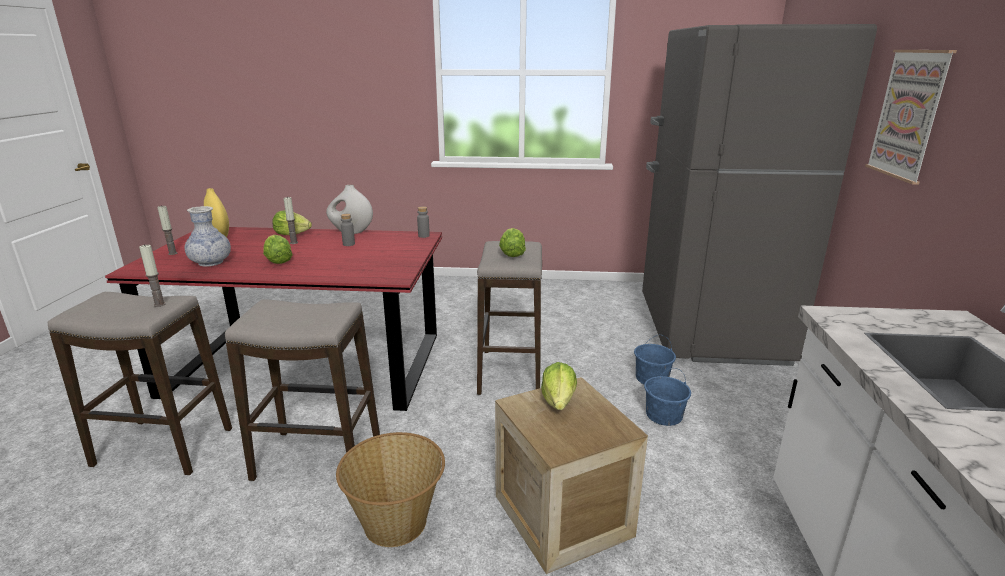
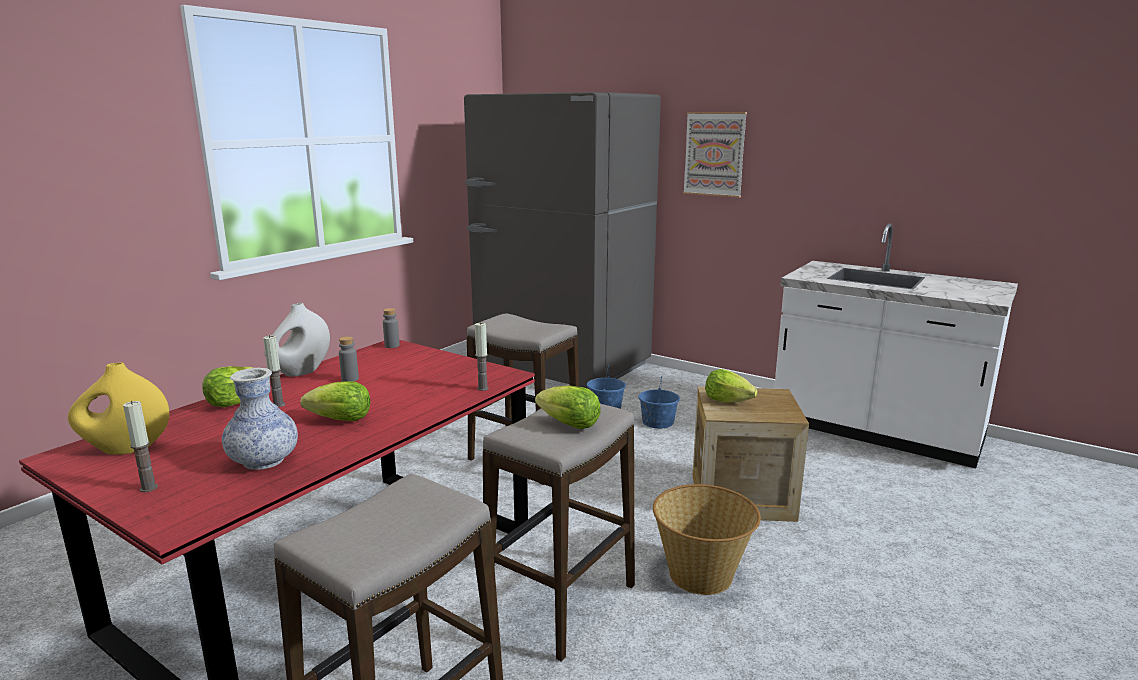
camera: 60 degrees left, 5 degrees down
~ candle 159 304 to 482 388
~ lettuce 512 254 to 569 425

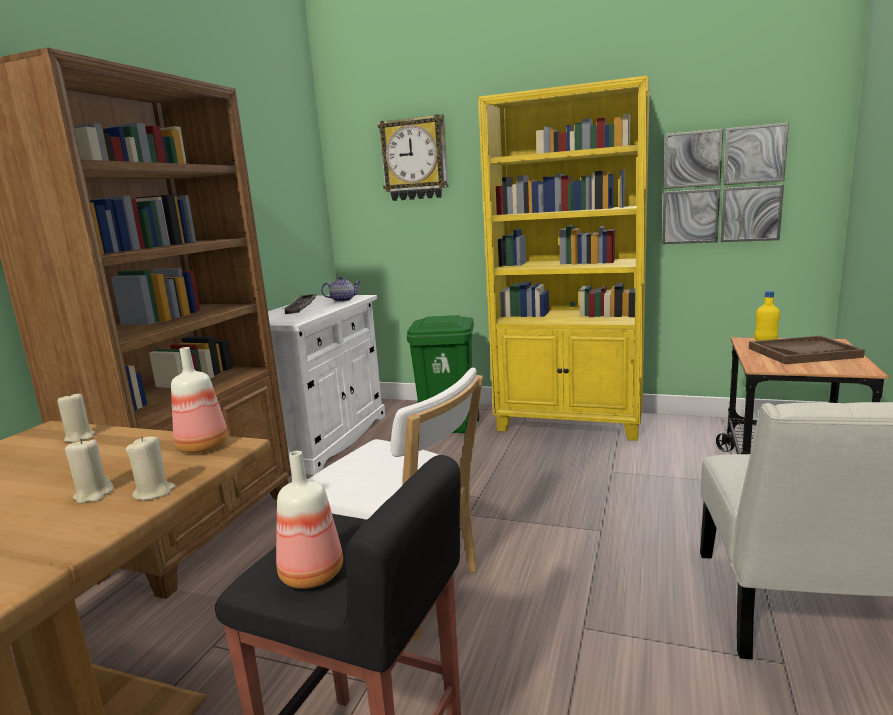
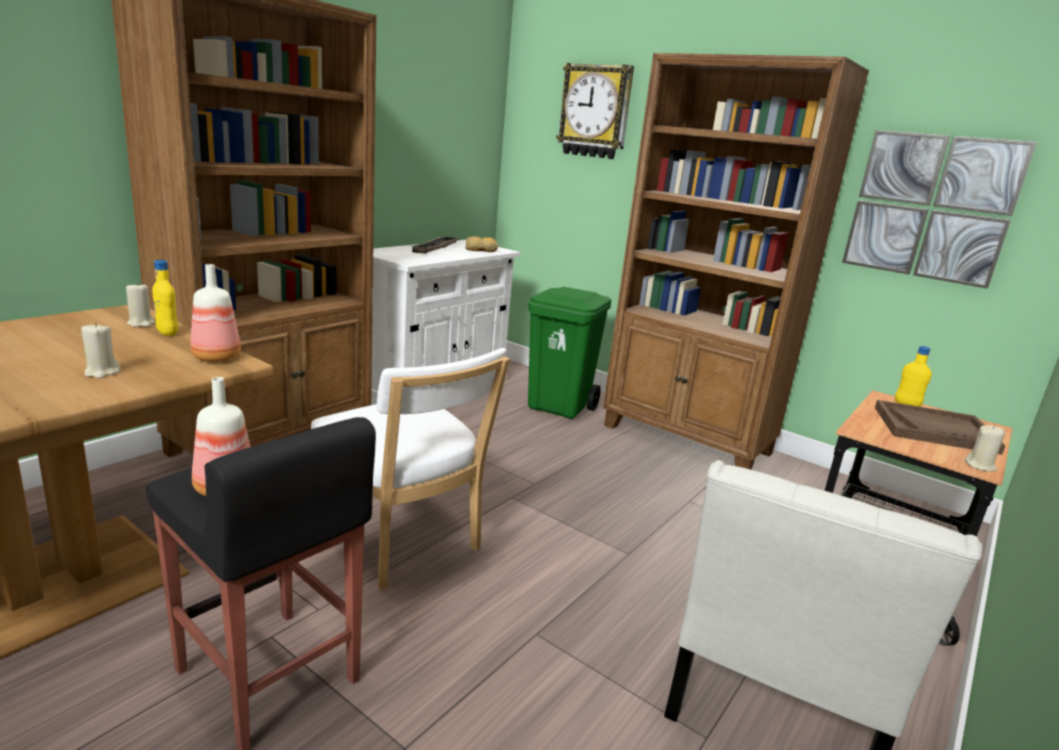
camera: 15 degrees right, 5 degrees up
~ candle (beige) 154 492 to 980 466
~ teapot 343 300 to bread 481 250
~ bookcase (yellow) 570 423 to bookcase (brown) 687 440
+ bottle (yellow) 167 333

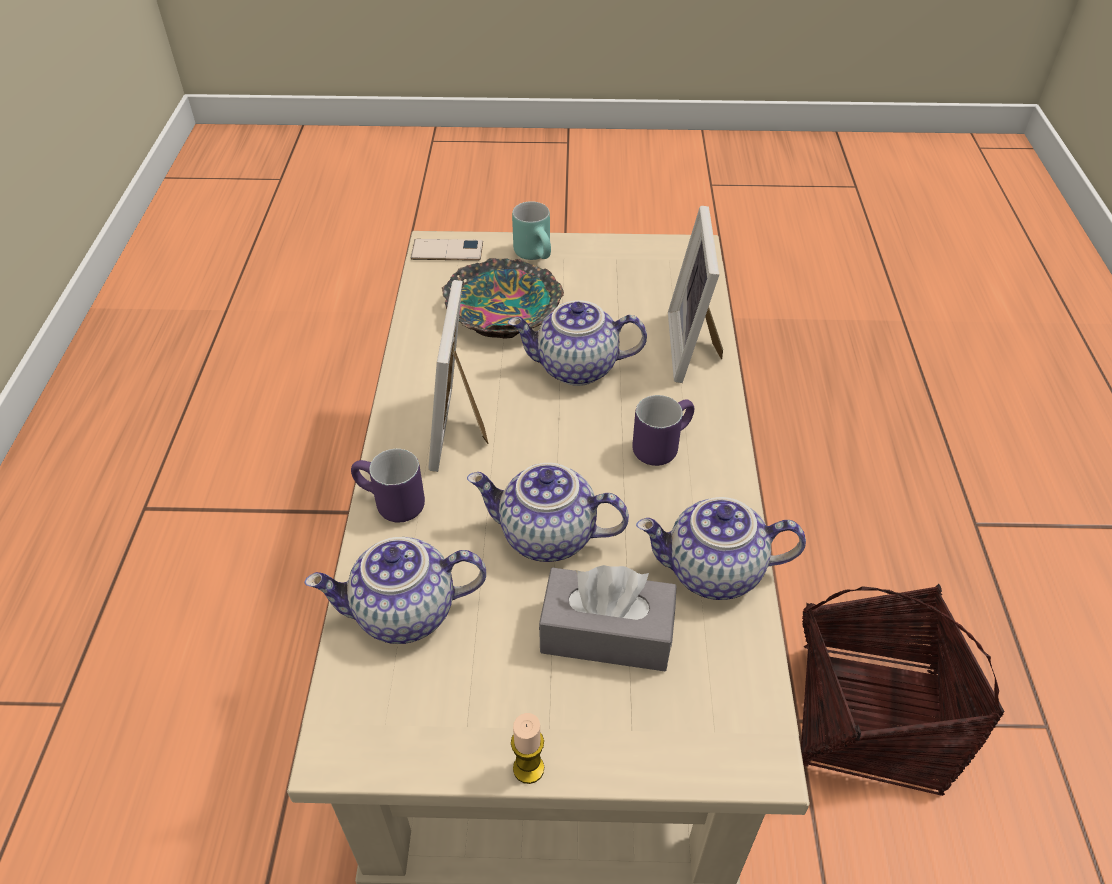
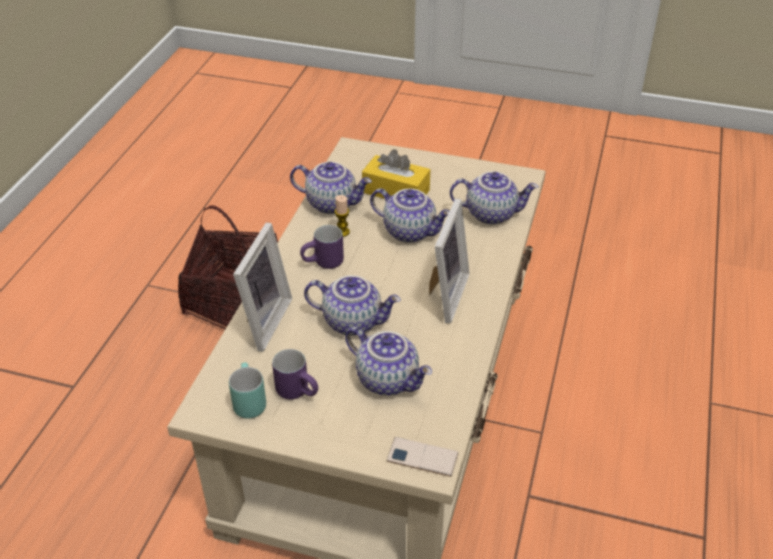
camera: 165 degrees left, 5 degrees down
~ mug (purple) 389 506 to 299 391
~ bowl 505 311 to teapot 389 379
~ candle 528 768 to 342 232
~ mug (turquoise) 538 255 to 246 402
~ tissue box (grey) 606 634 to tissue box (yellow) 396 191

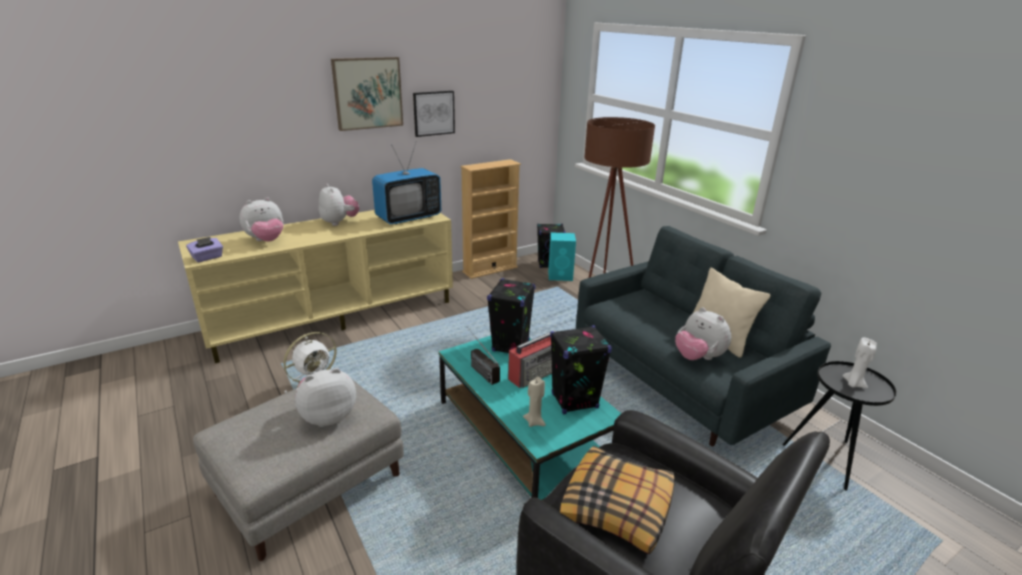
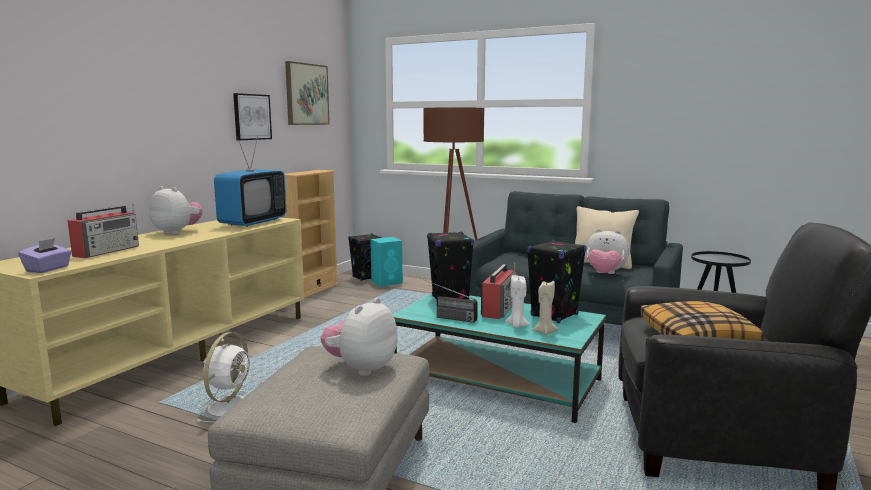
camera: 30 degrees left, 15 degrees down
~ plush toy 266 241 to radio 108 251
~ picture 368 93 to 306 94
~ candle (white) 853 384 to 517 326

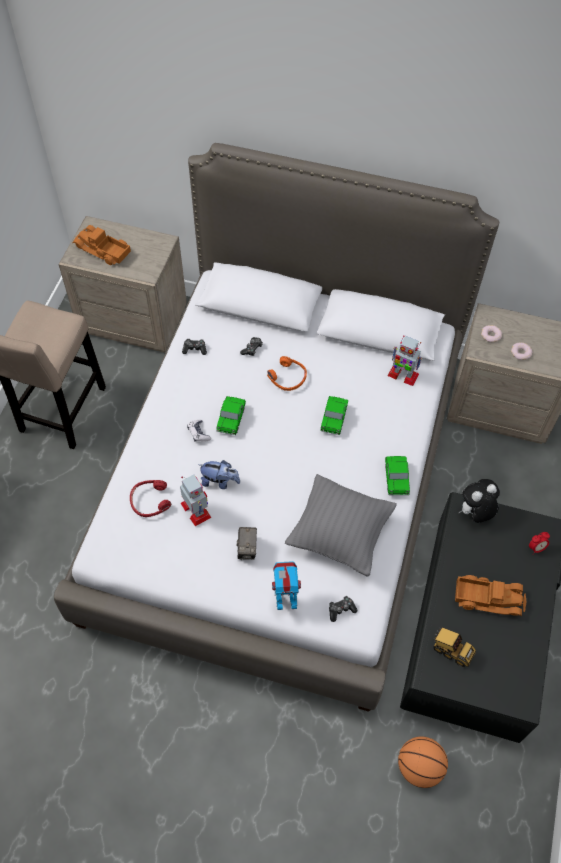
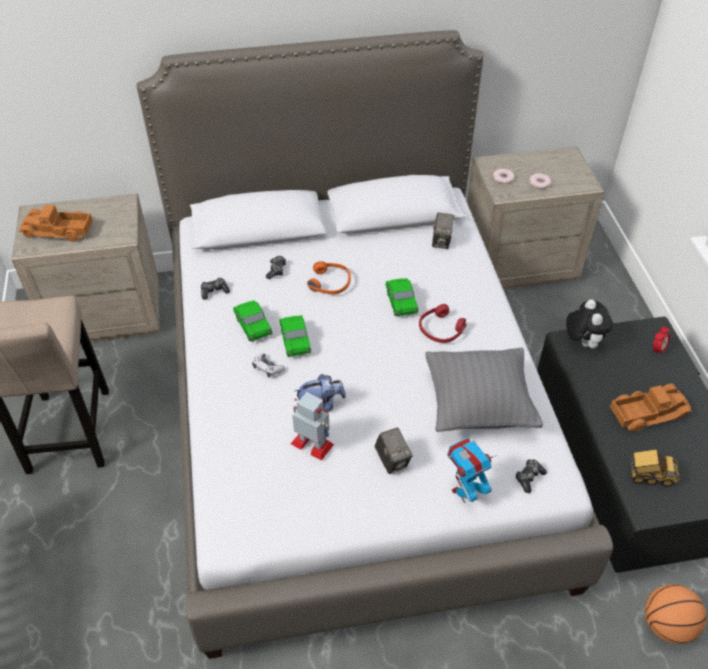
camera: 25 degrees left, 10 degrees down
~ headphones (red) 150 501 to 441 329
~ toy car 396 479 to 253 326
~ toy robot 402 375 to photo camera 441 241
~ plush toy 475 513 = 582 342 135 degrees clockwise

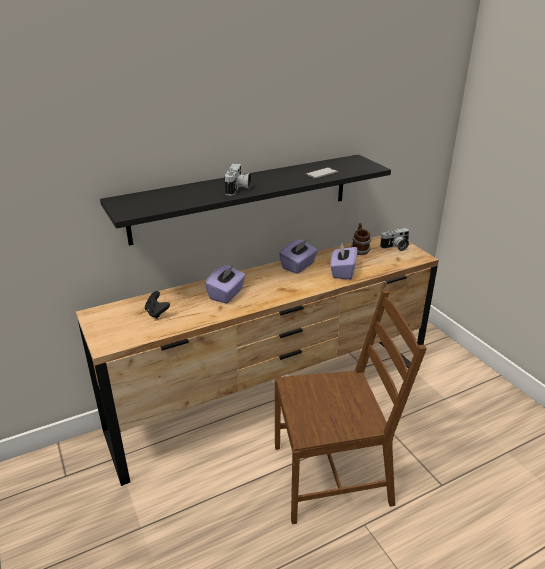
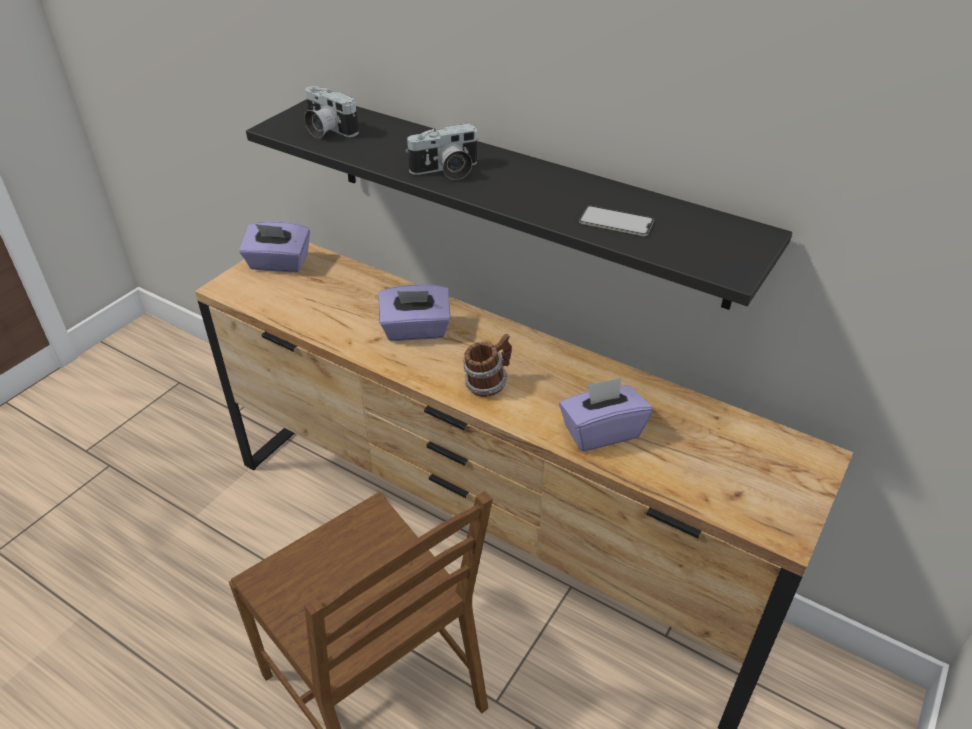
camera: 60 degrees right, 10 degrees up
- game controller (black) 157 313
~ tissue box (purple) 298 266 to 279 264
~ mug 359 250 to 487 384
~ photo camera 395 247 to 327 130

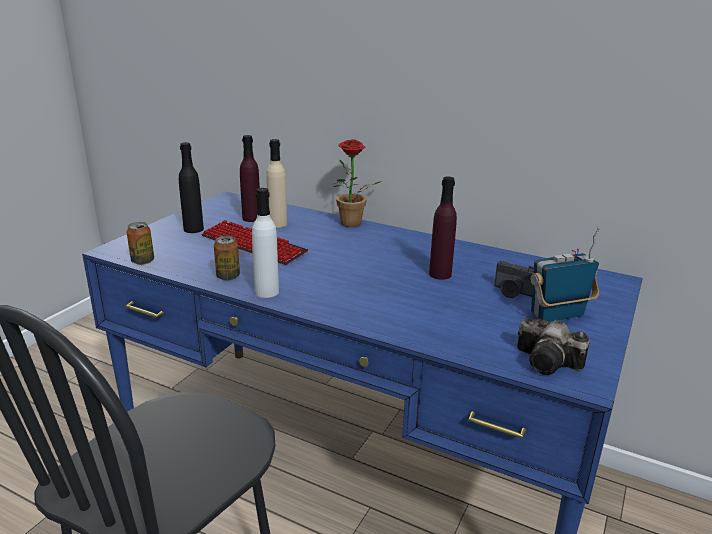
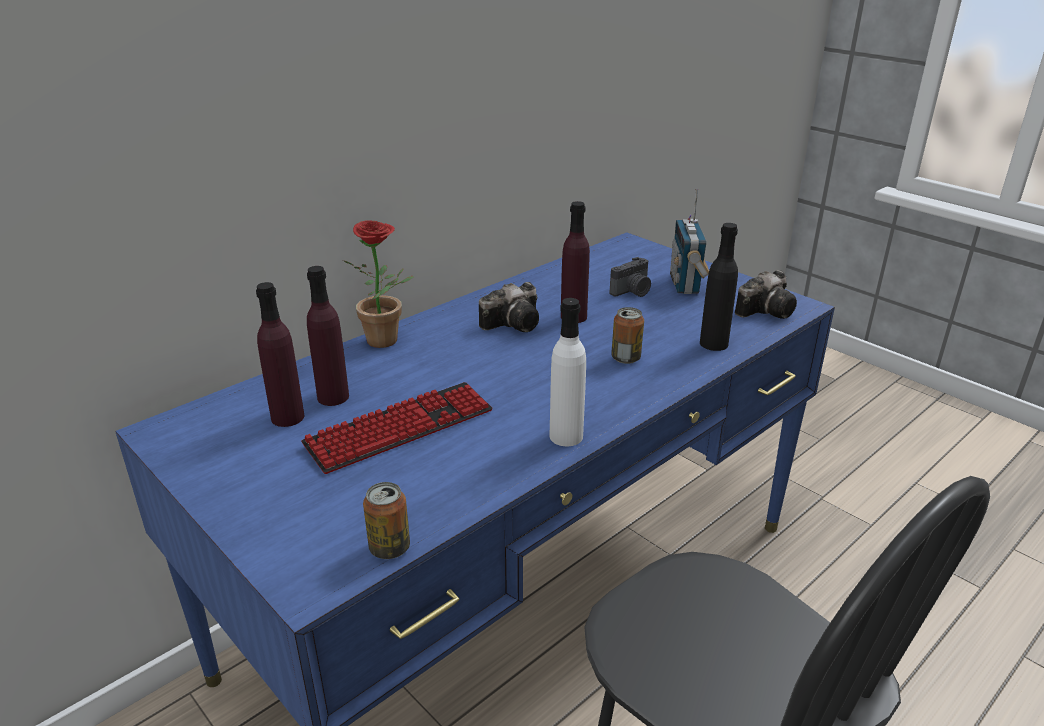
camera: 70 degrees left, 5 degrees up
~ bottle (black) 193 229 to 713 343
~ can 228 276 to 626 358
~ bottle (beige) 277 224 to bottle (purple) 333 397
+ photo camera 515 323

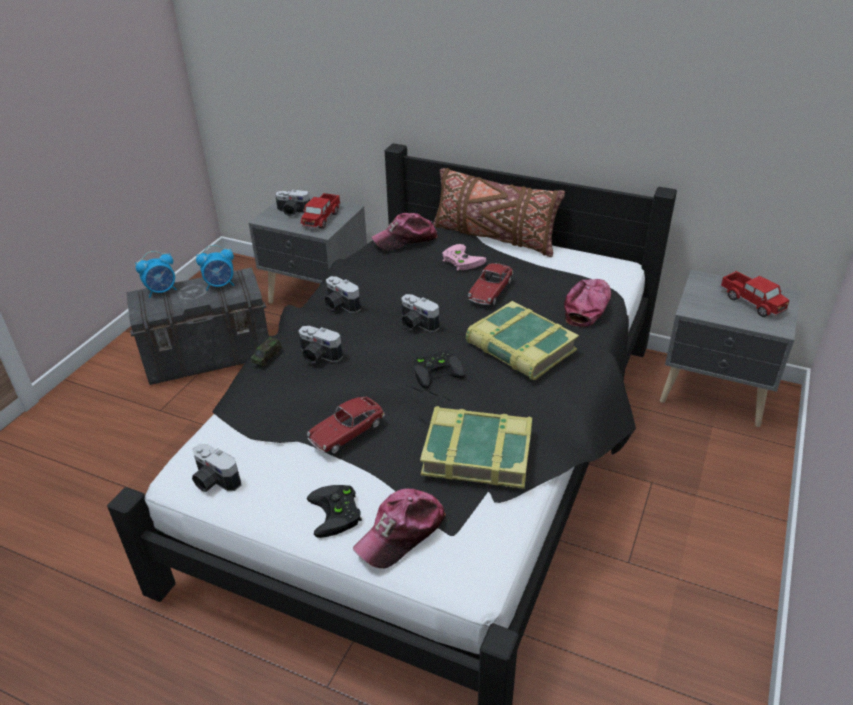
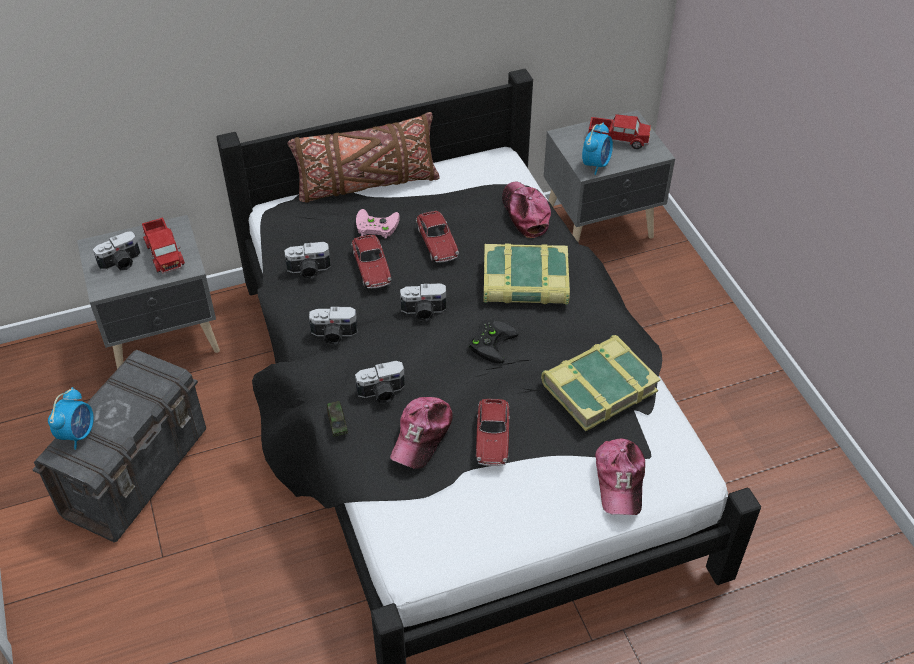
camera: 45 degrees left, 10 degrees up
~ photo camera 213 481 to 309 270
~ alarm clock 220 285 to 596 164
- game controller (black) 337 514
~ cap 405 239 to 422 436
+ toy car 371 268

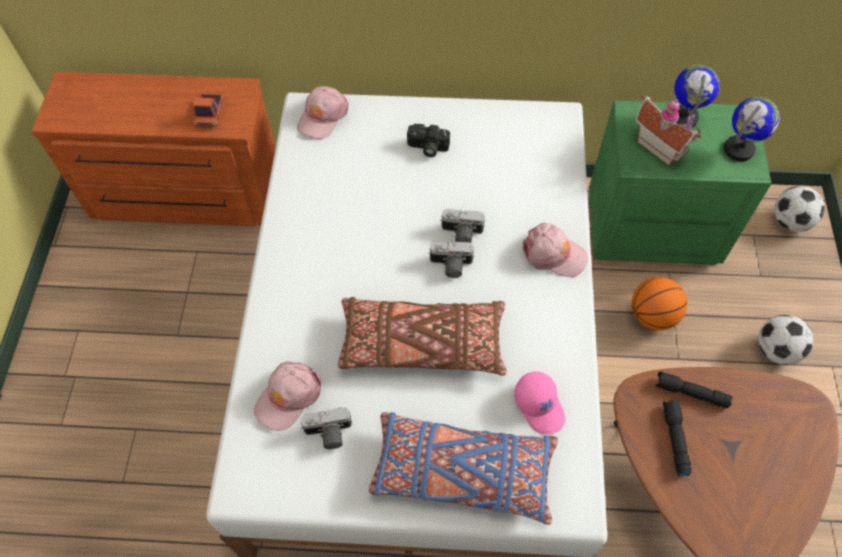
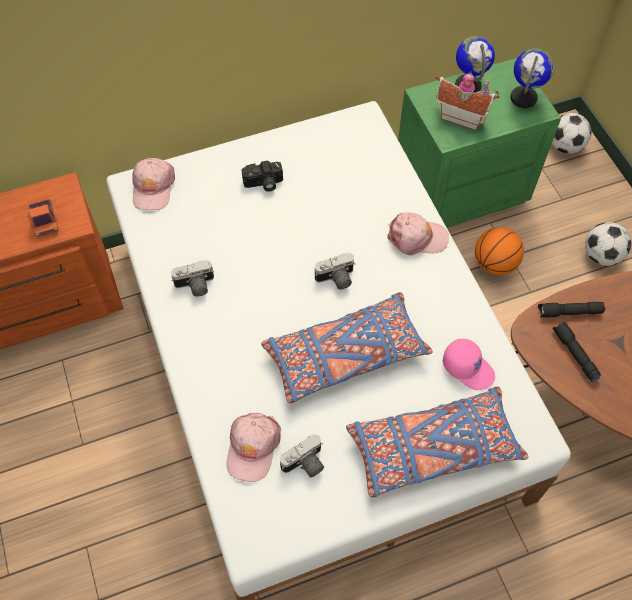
camera: 25 degrees left, 0 degrees up
~ pillow (brown) 422 343 to pillow (blue) 345 355
~ photo camera 461 234 to 195 286

